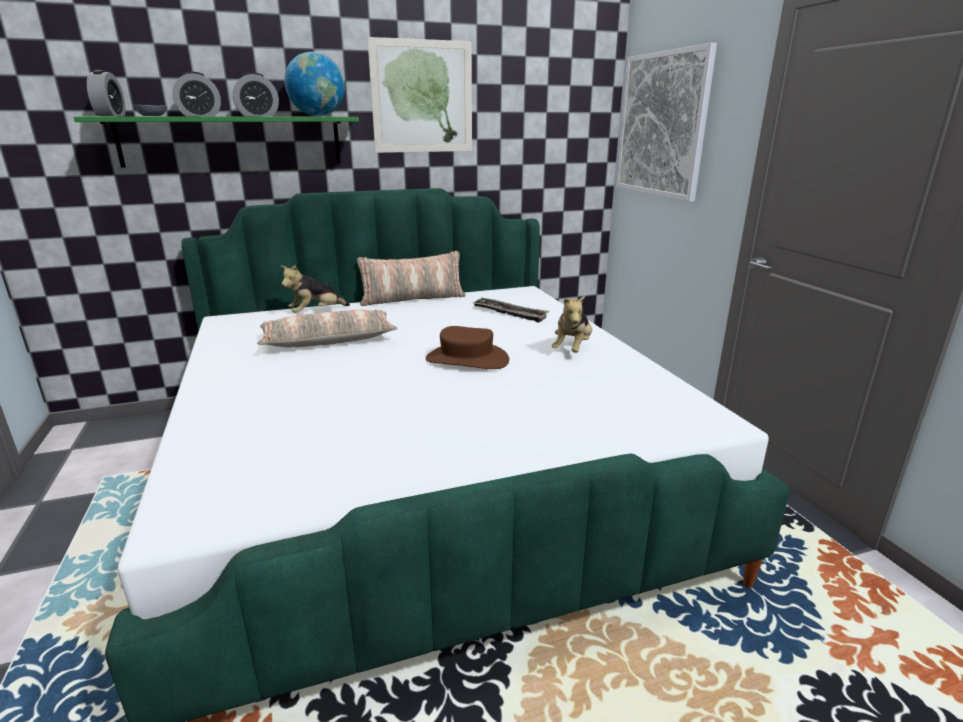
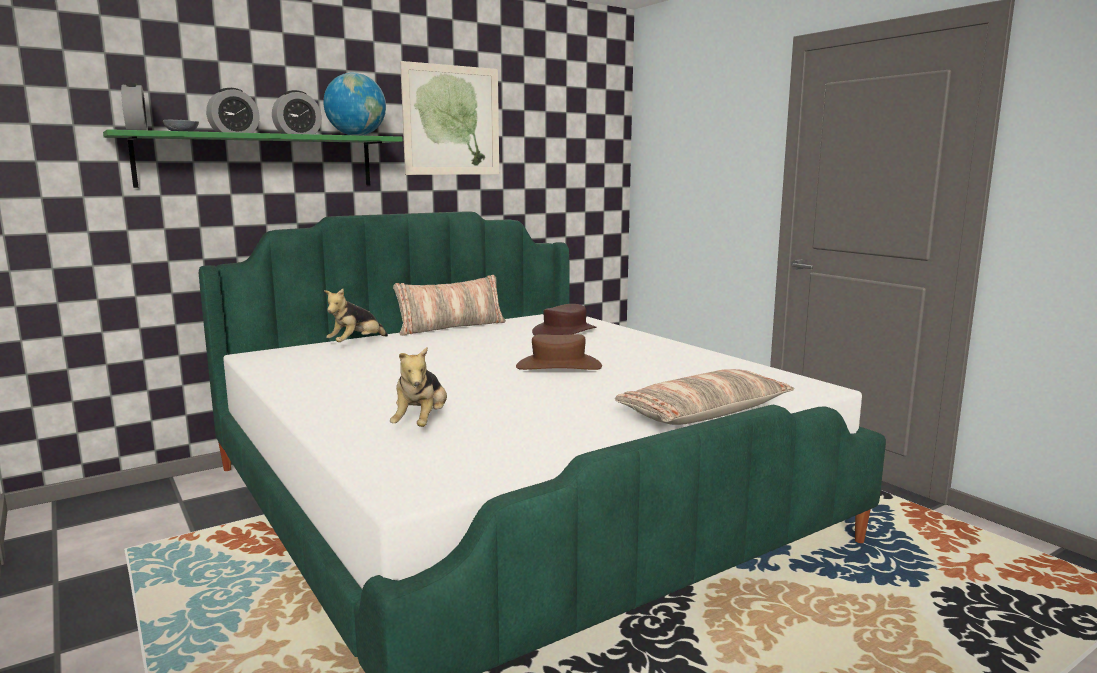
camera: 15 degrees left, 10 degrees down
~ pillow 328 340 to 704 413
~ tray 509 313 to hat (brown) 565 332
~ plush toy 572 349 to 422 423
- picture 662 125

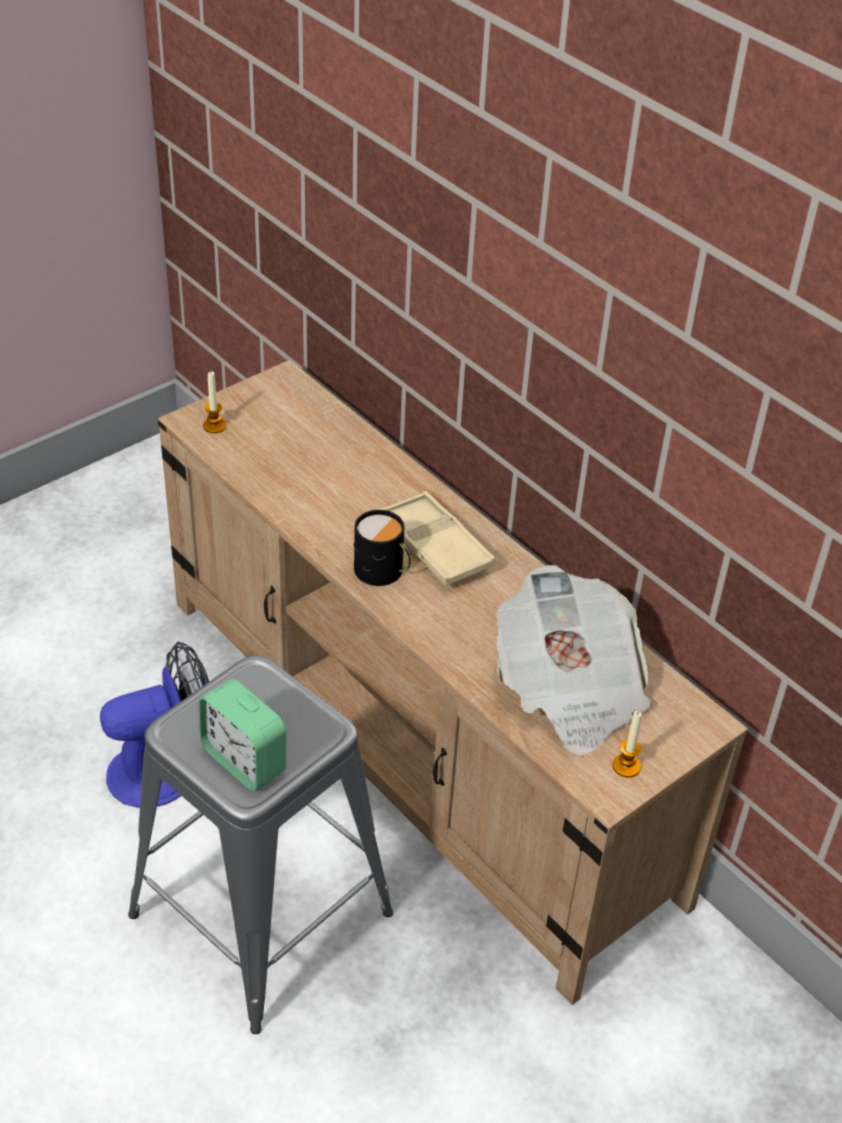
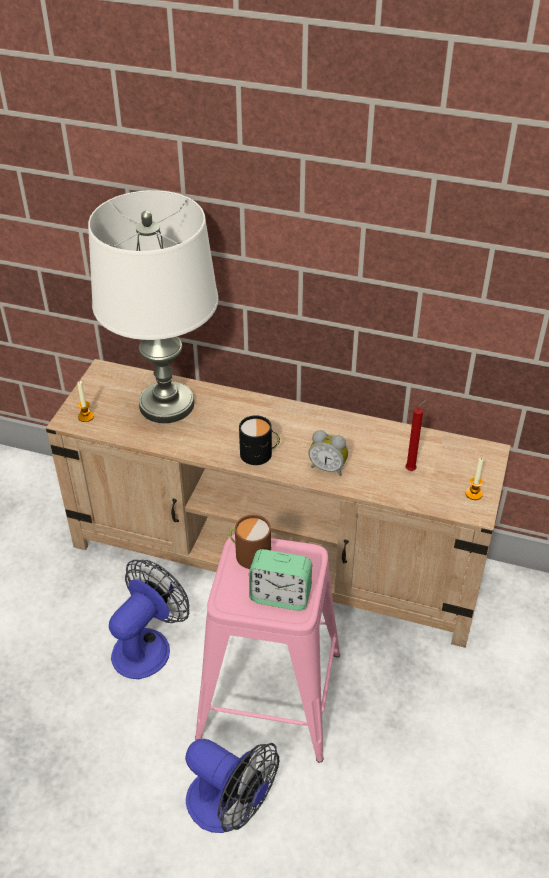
camera: 30 degrees left, 0 degrees up
~ stool (grey) 261 914 to stool (pink) 269 695
- tray (beige) 435 546
~ newspaper 568 690 to candle (red) 412 469
+ table lamp (white) 166 404
+ fan 230 807
+ mug (brown) 249 553
+ alarm clock 328 467

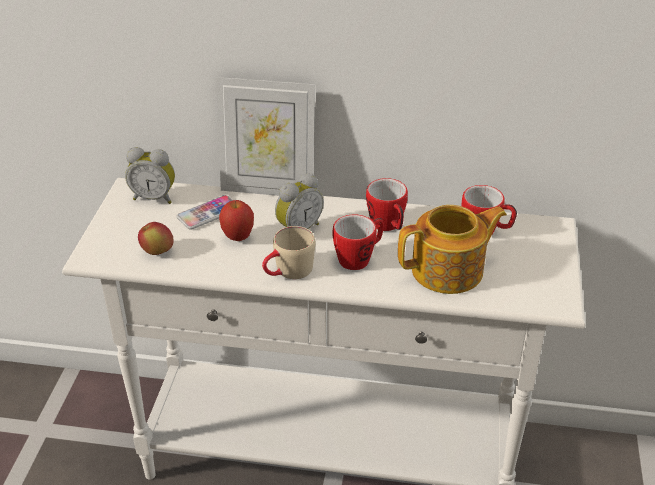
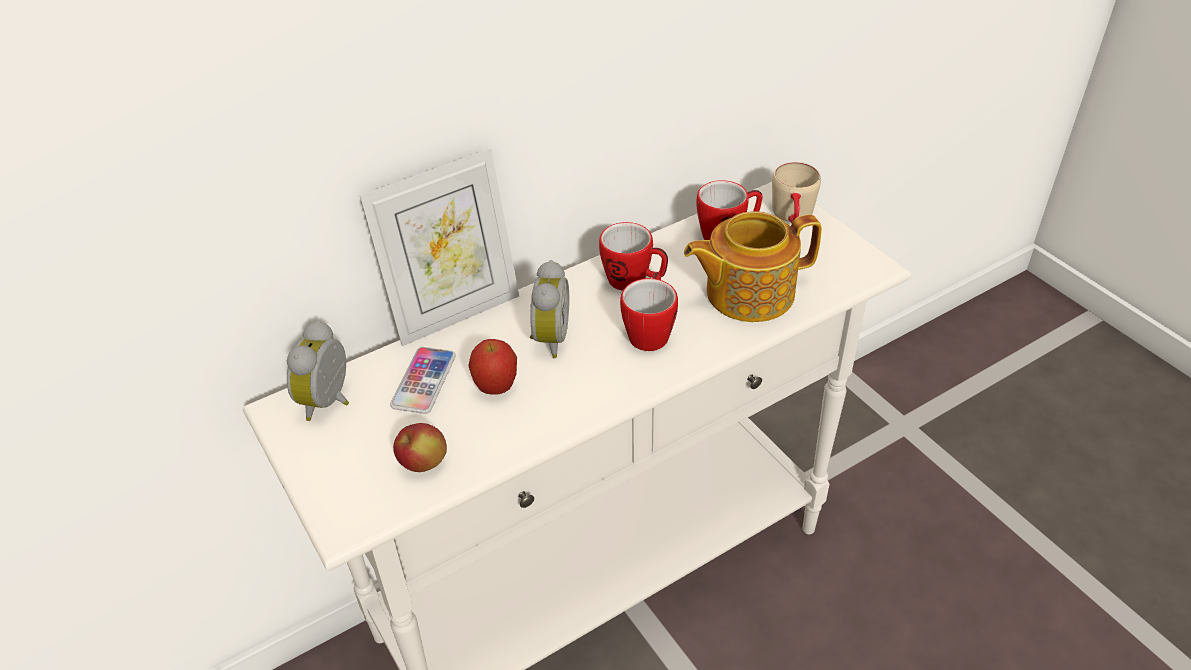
camera: 40 degrees left, 5 degrees up
~ alarm clock 154 197 = 330 402 135 degrees clockwise
~ mug (beige) 288 272 to 793 216
~ teapot 449 271 = 747 292 135 degrees counterclockwise

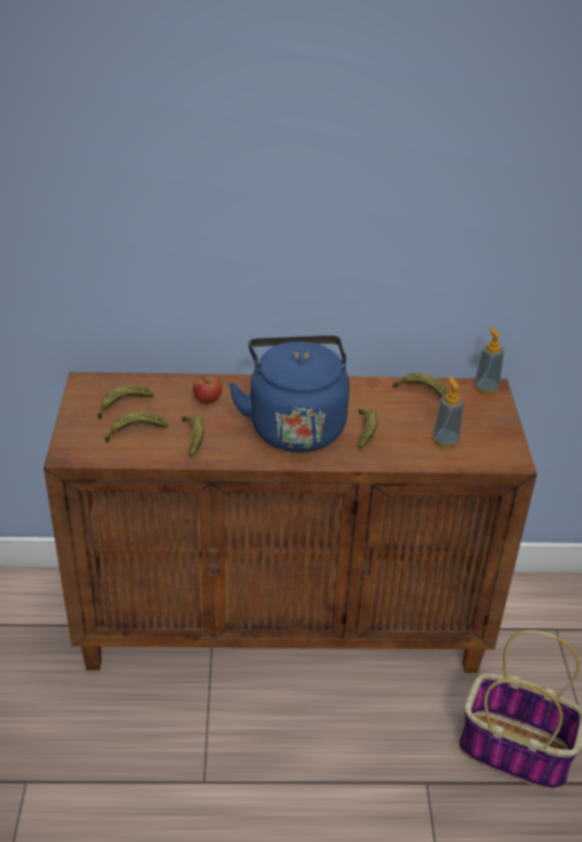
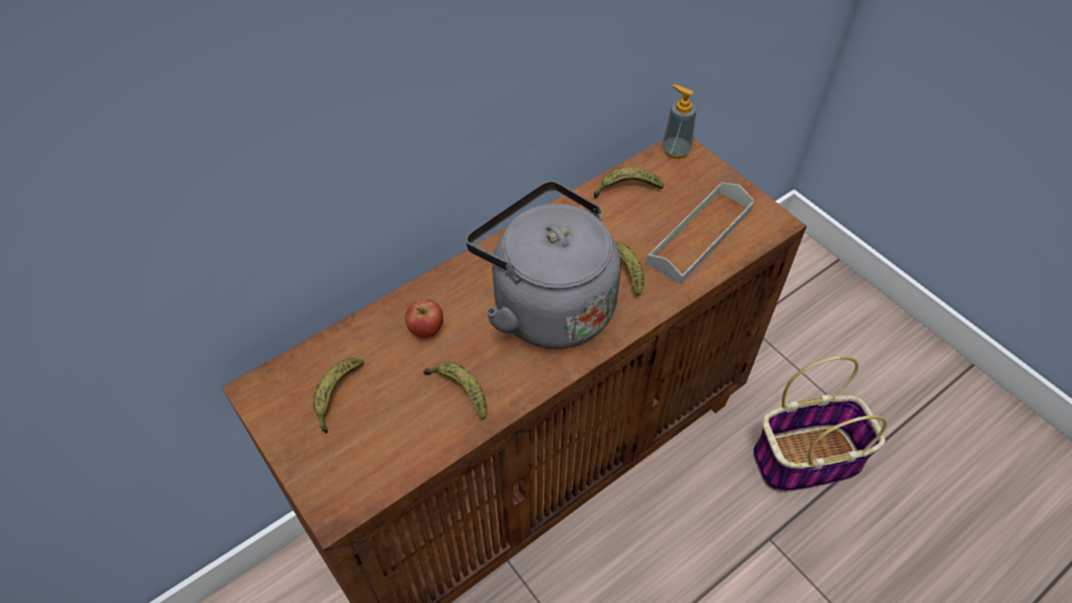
camera: 35 degrees left, 15 degrees up
- banana 134 432
~ kettle (blue) 295 425 to kettle (grey) 546 304
~ soap dispenser 445 441 to tray (grey) 700 236

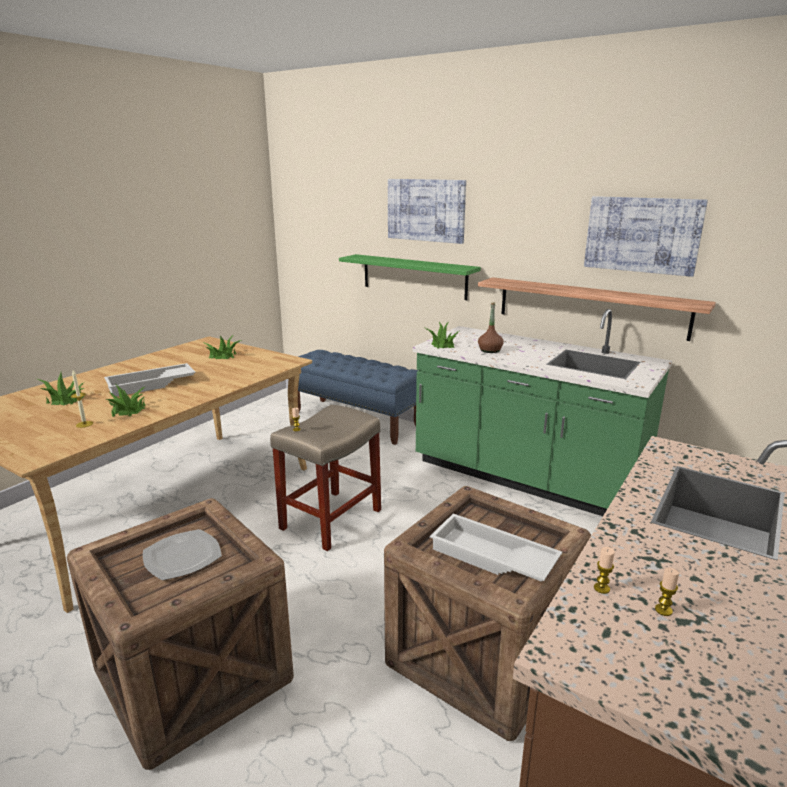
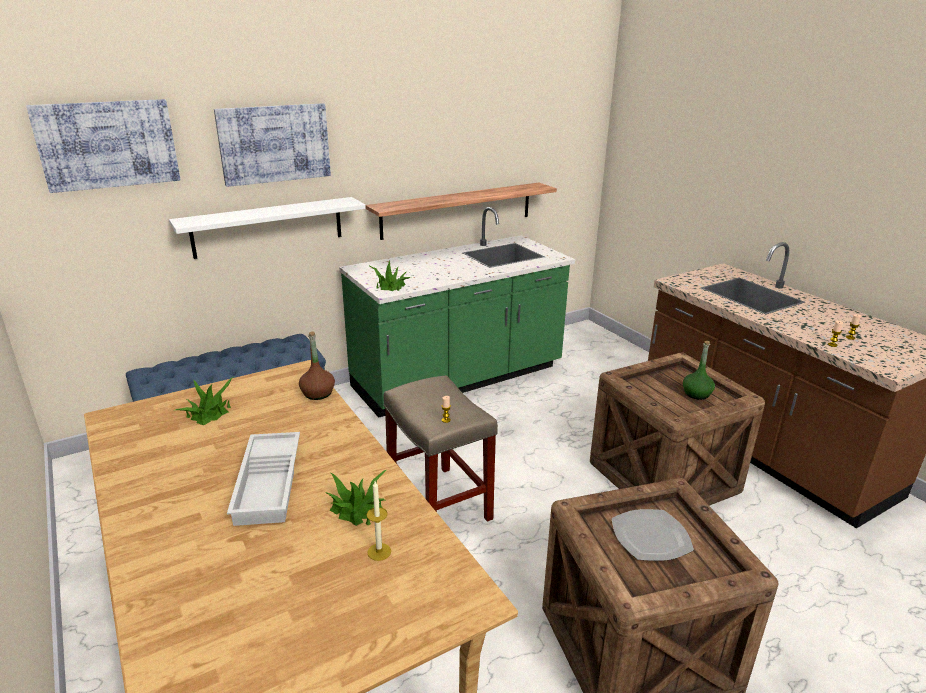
camera: 65 degrees left, 5 degrees up
- potted plant 64 400
~ shelf (green) 414 276 to shelf (white) 268 227
~ tray (white) 491 558 to bottle (green) 696 394
~ bottle (brown) 490 350 to 318 393
~ picture 642 235 to 108 144

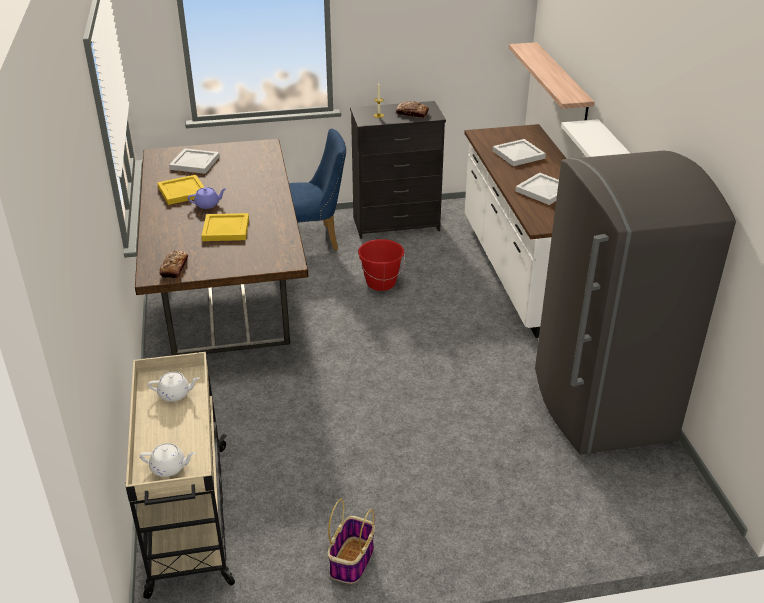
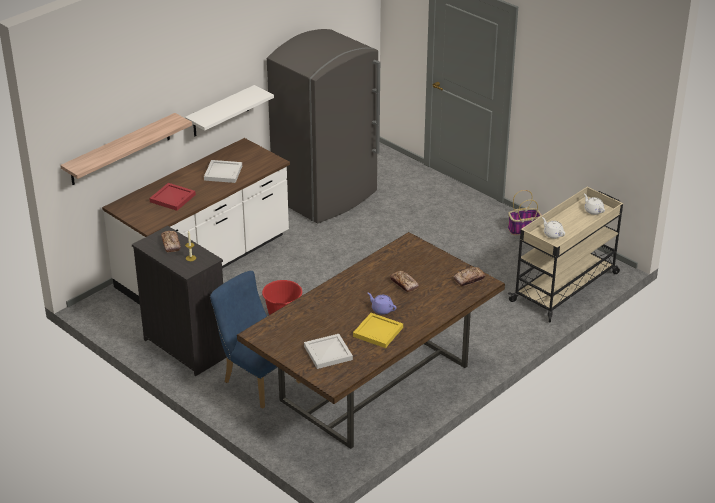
camera: 125 degrees left, 0 degrees up
~ tray (yellow) 225 230 to bread 404 284
~ tray (white) 517 154 to tray (red) 172 198

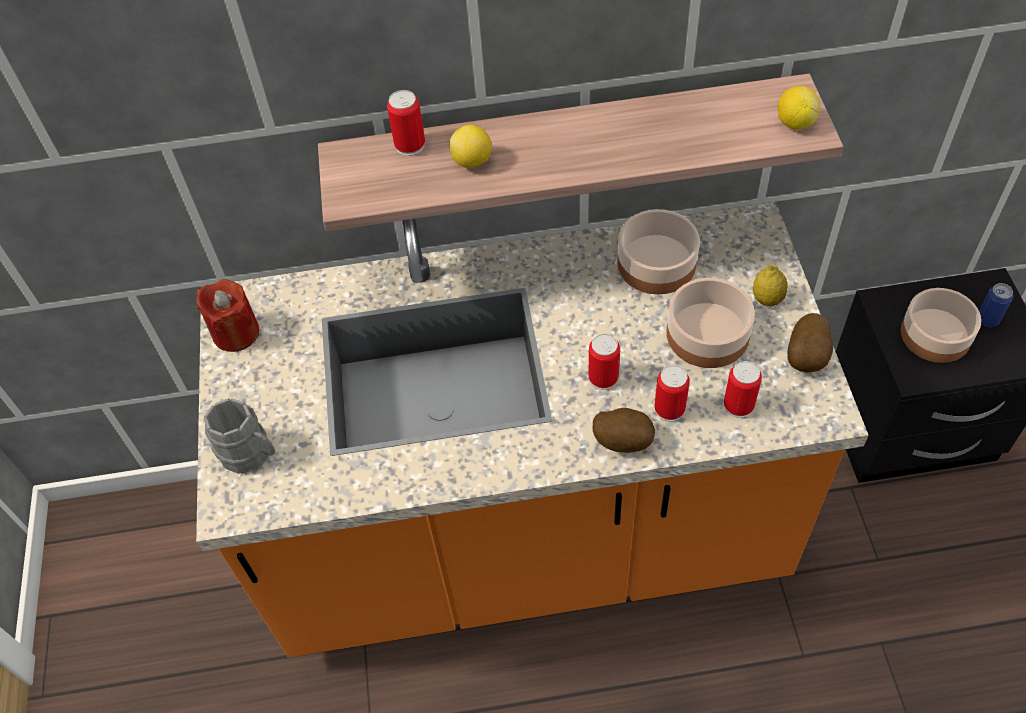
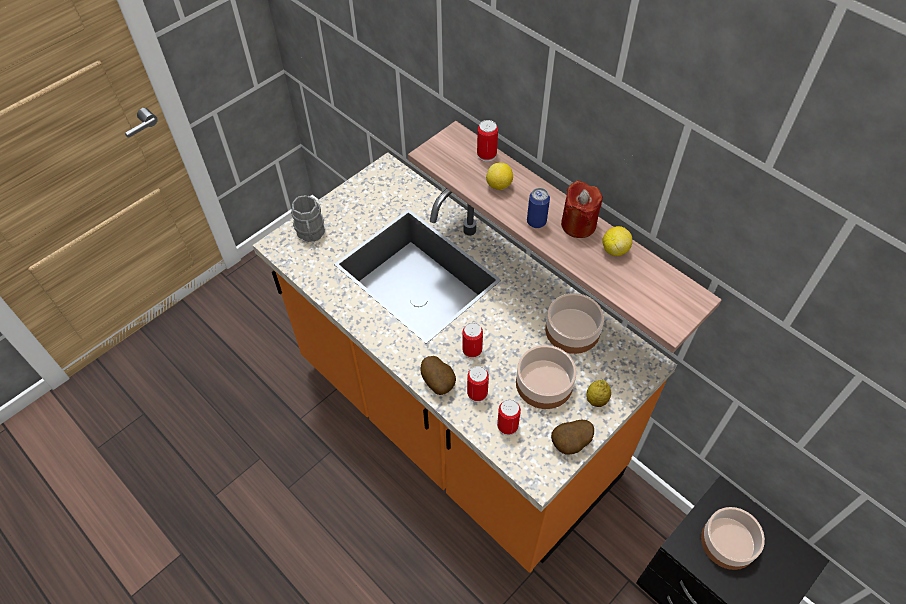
camera: 50 degrees right, 0 degrees up
~ candle (red) 236 333 to 578 224
~ lemon 795 122 to 614 249
~ can 987 319 to 536 222

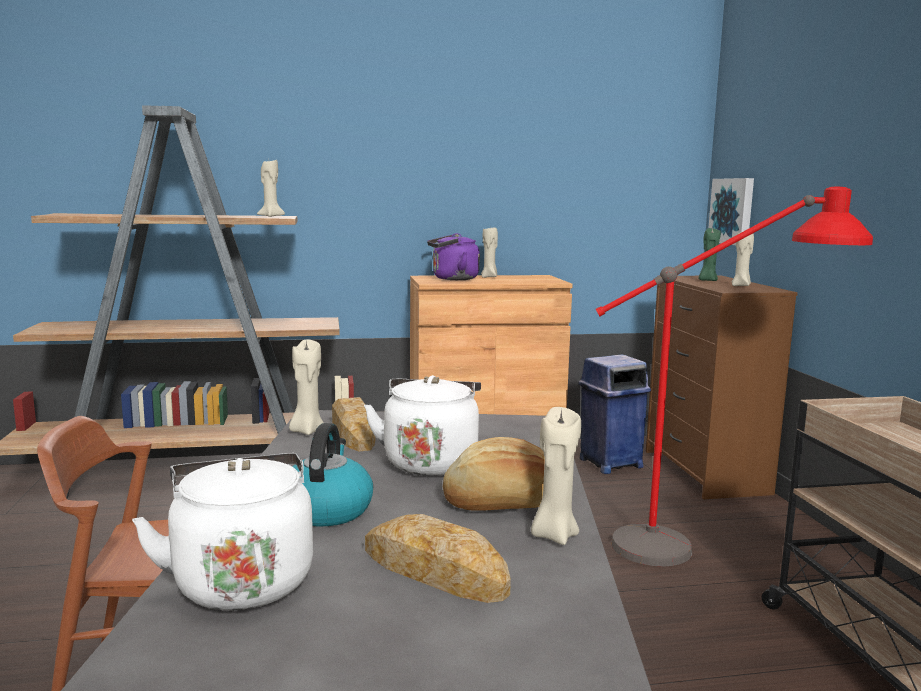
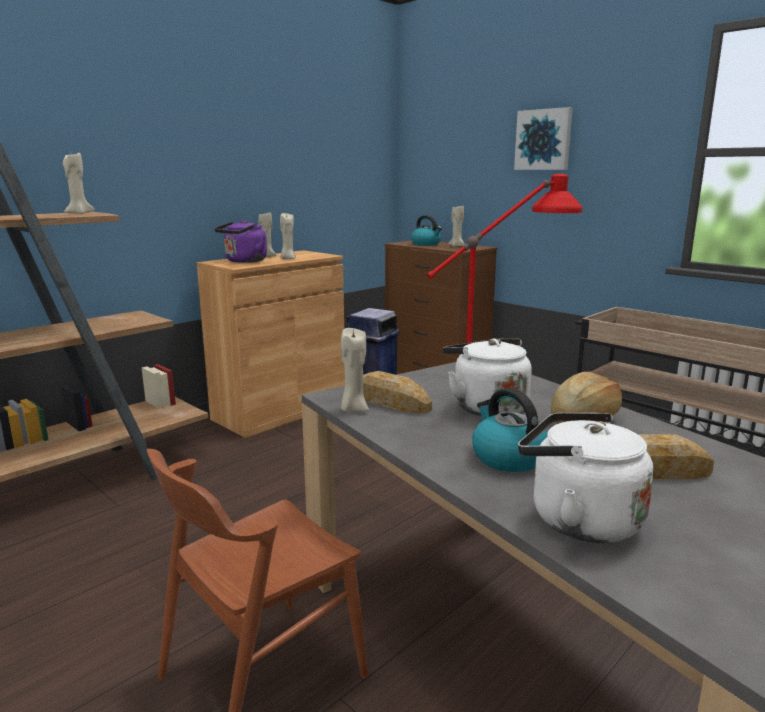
camera: 35 degrees left, 5 degrees up
~ candle (beige) 553 535 to 287 259
~ candle (green) 707 280 to kettle 426 244
~ picture 733 211 to 544 140

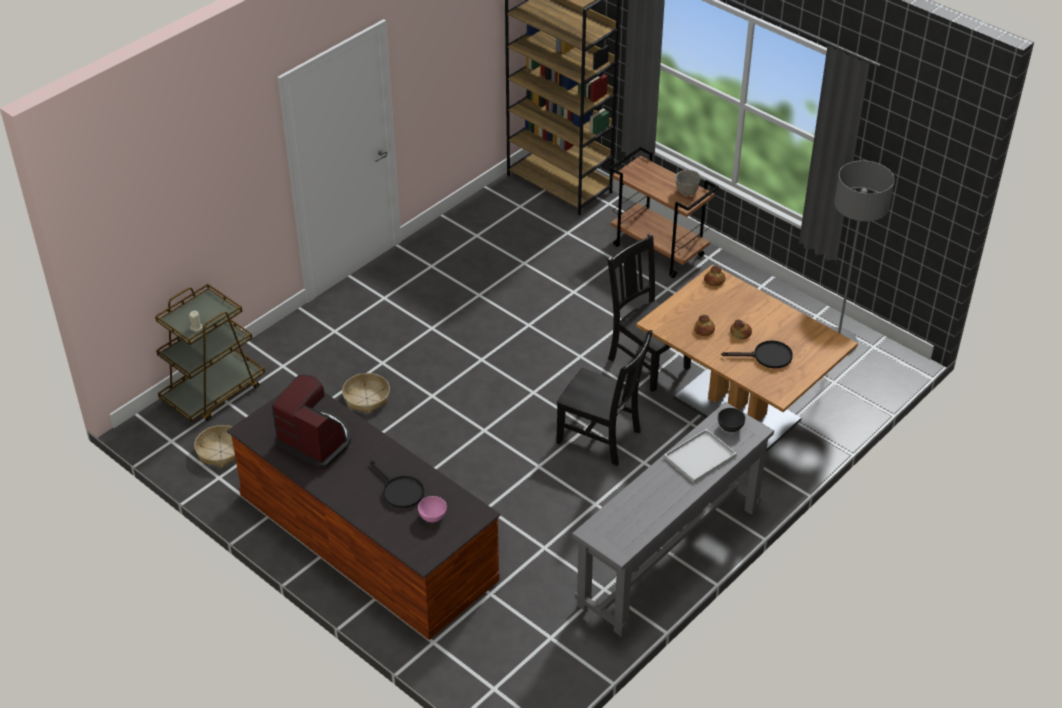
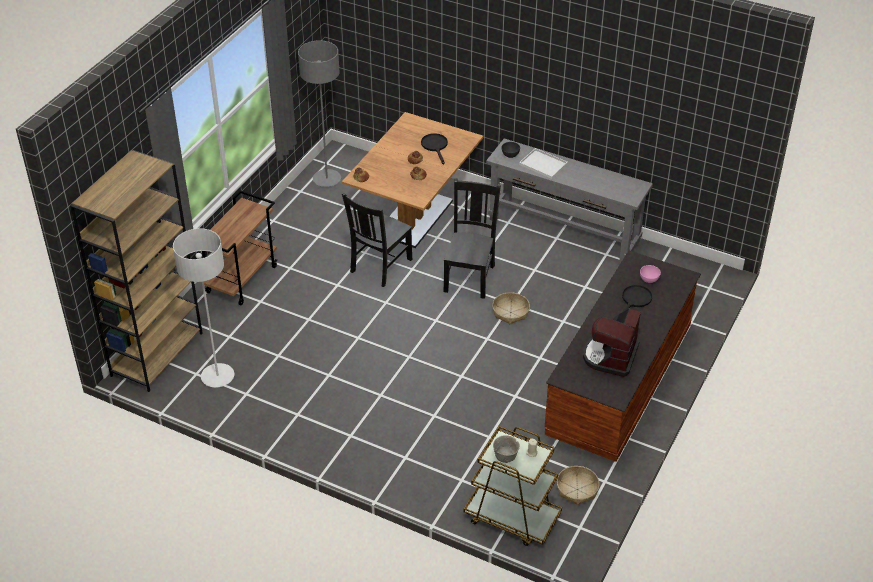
camera: 105 degrees left, 0 degrees up
~ basket 367 398 to 510 312
~ bowl (grey) 687 192 to 506 457
+ floor lamp (grey) 217 376

